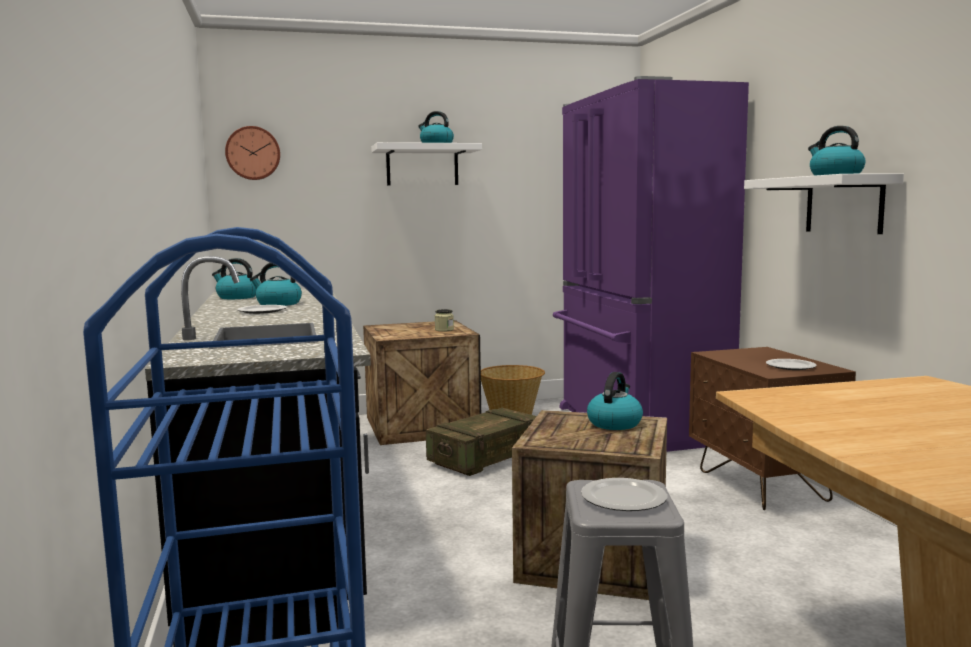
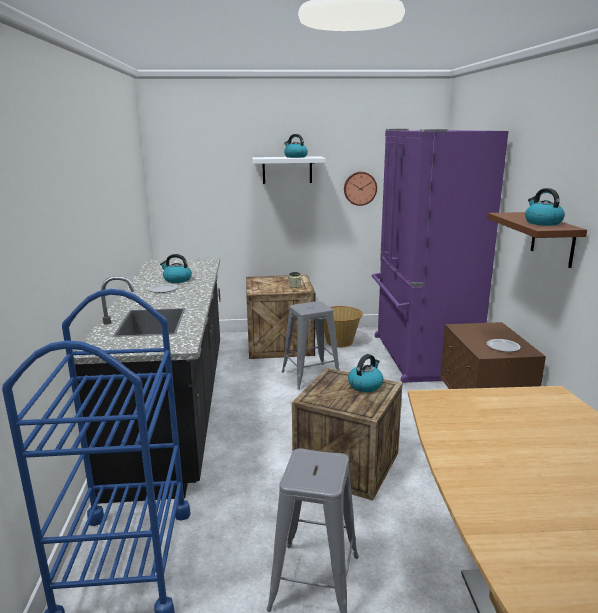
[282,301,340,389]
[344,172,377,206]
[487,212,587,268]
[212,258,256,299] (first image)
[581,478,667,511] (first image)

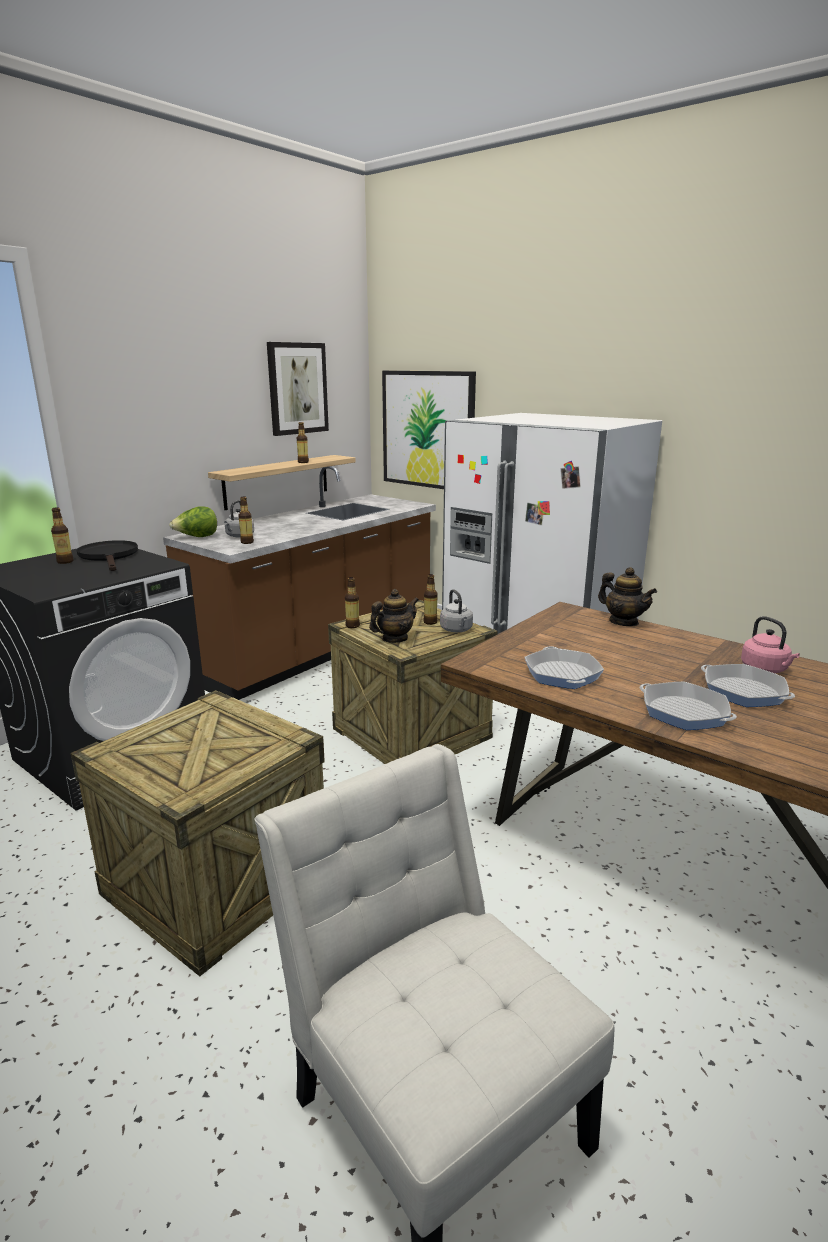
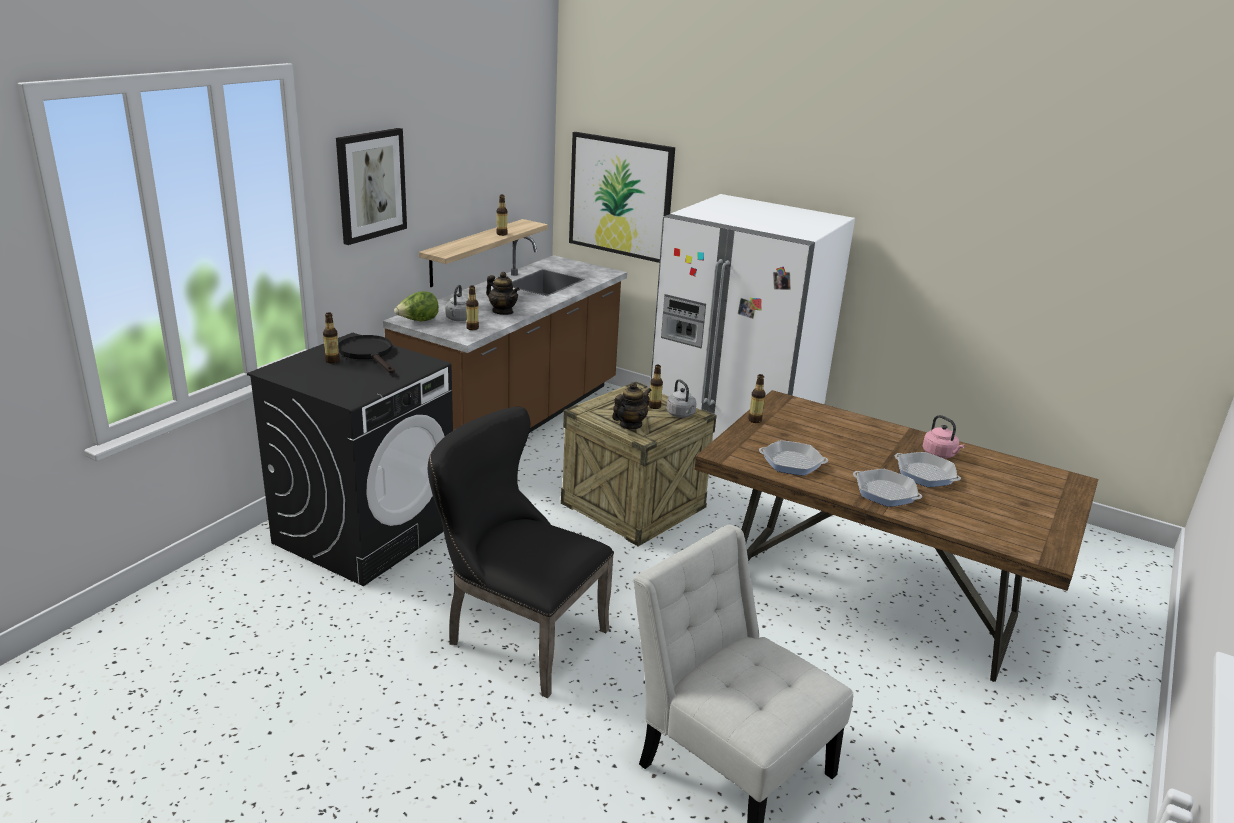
[336,128,407,245]
[428,407,614,698]
[486,272,520,315]
[748,374,765,423]
[759,440,828,476]

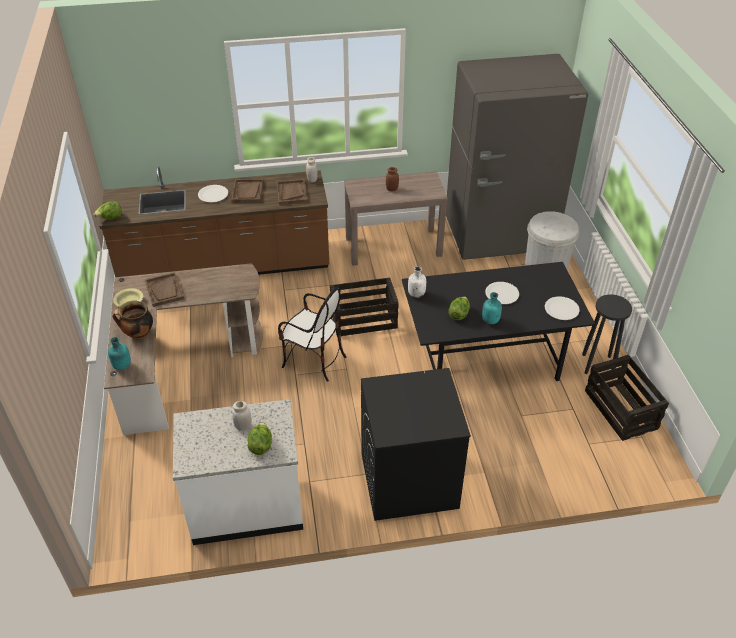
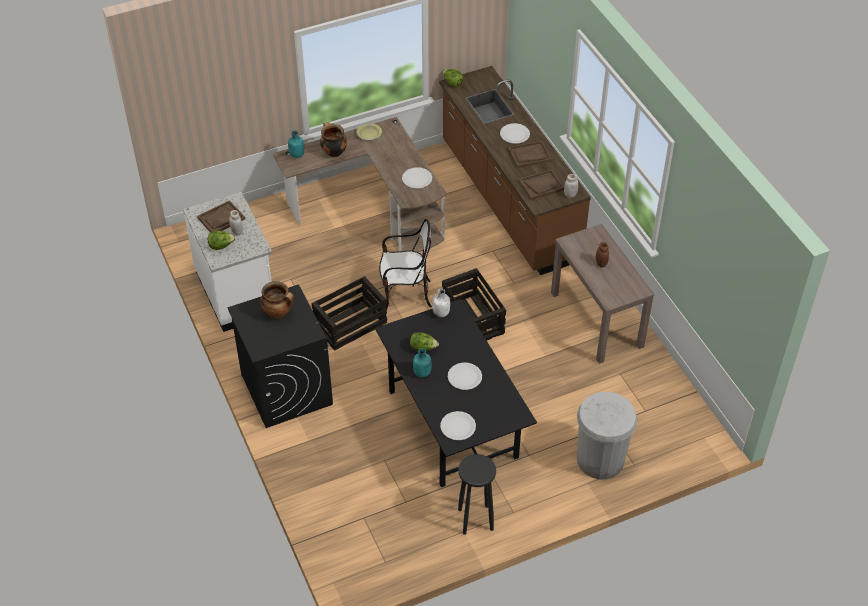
[197,200,245,233]
[260,281,294,318]
[312,276,387,351]
[379,219,432,308]
[402,167,432,189]
[446,54,588,260] (first image)

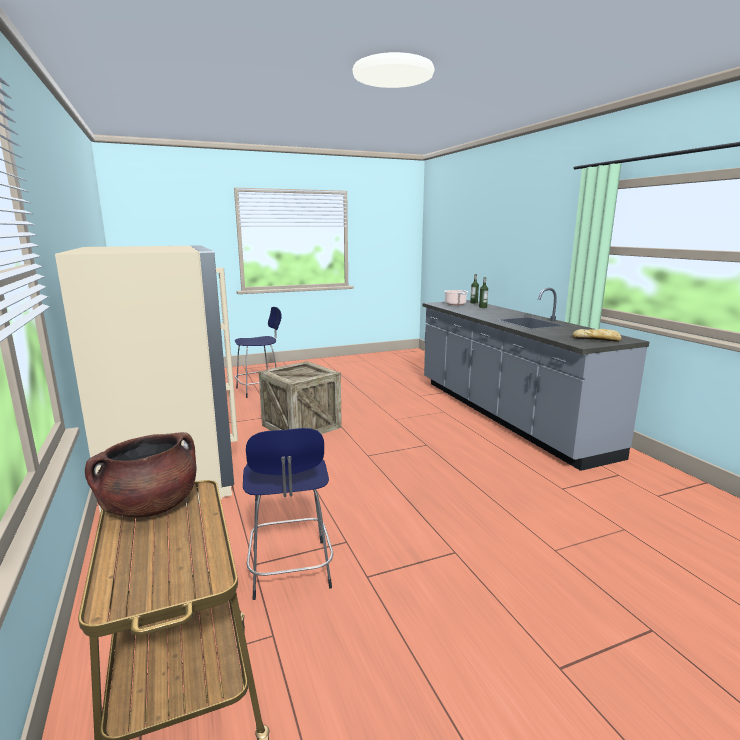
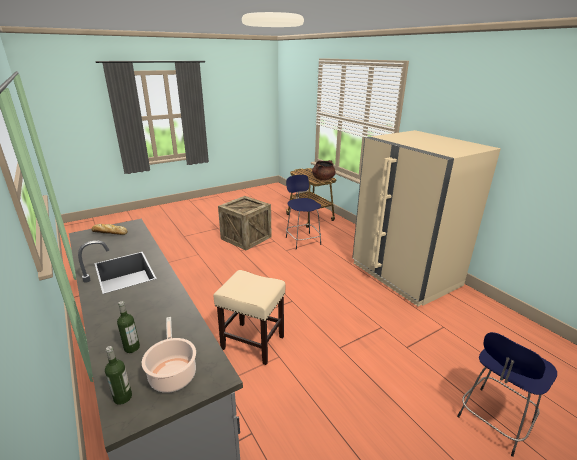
[213,270,285,365]
[218,196,271,251]

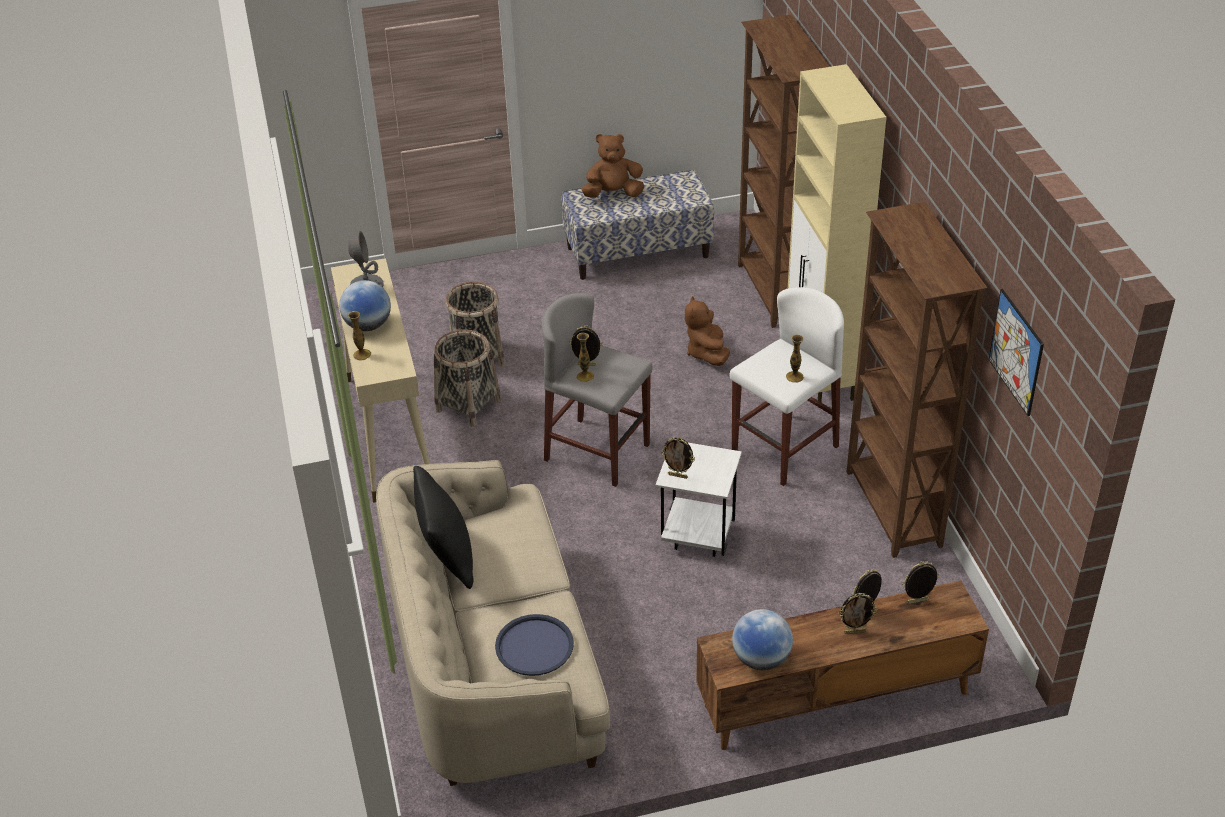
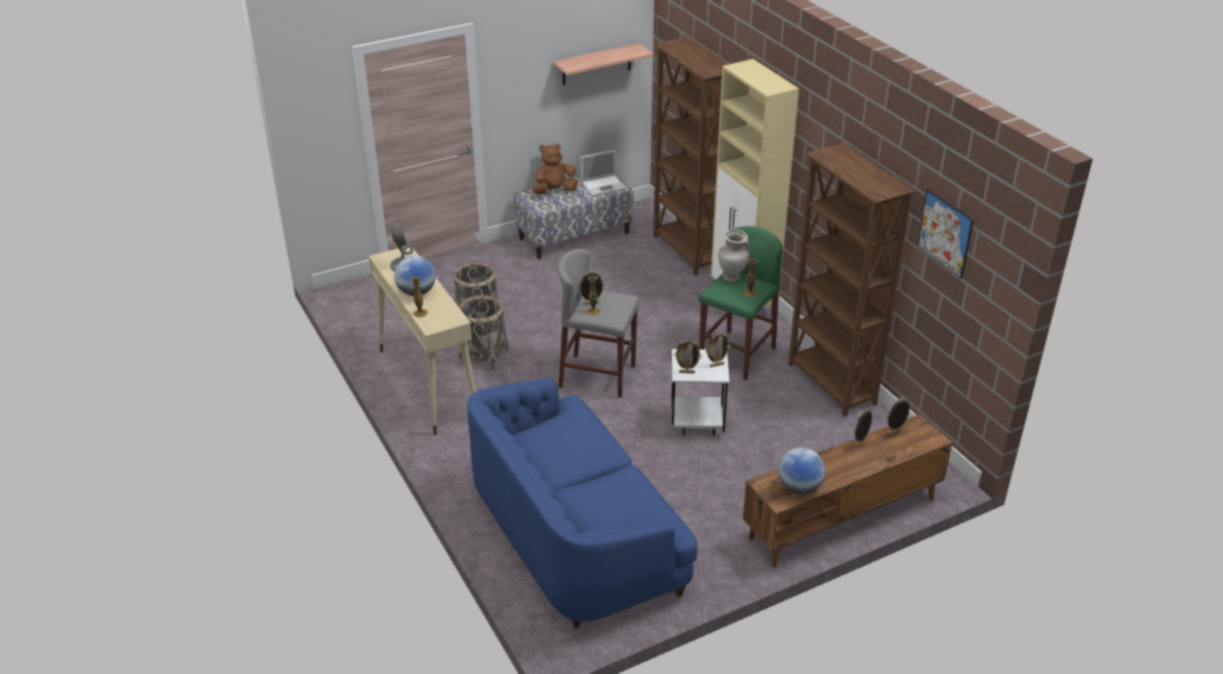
[467,377,698,629]
[553,43,654,85]
[580,150,627,196]
[699,226,783,380]
[706,333,731,367]
[718,229,749,282]
[413,466,474,589] (first image)
[495,614,574,676] (first image)
[685,296,730,366] (first image)

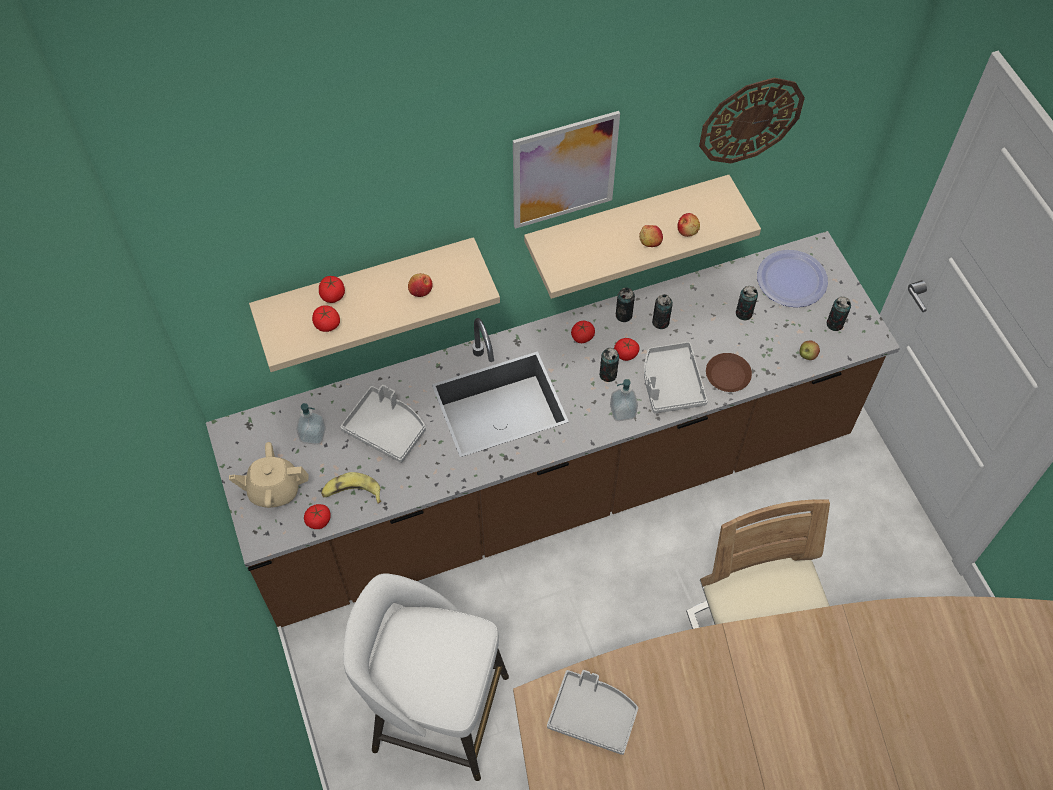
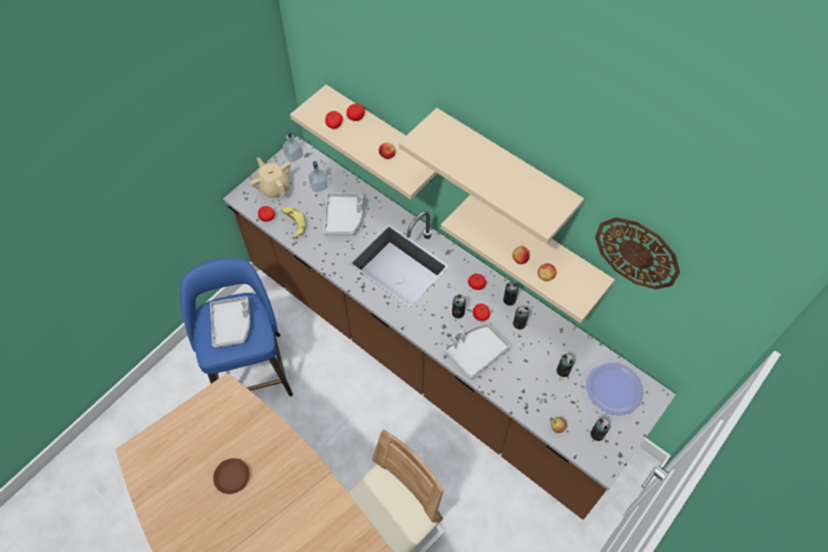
[180,258,293,396]
[210,296,250,348]
[213,458,250,494]
[283,130,303,162]
[399,108,584,244]

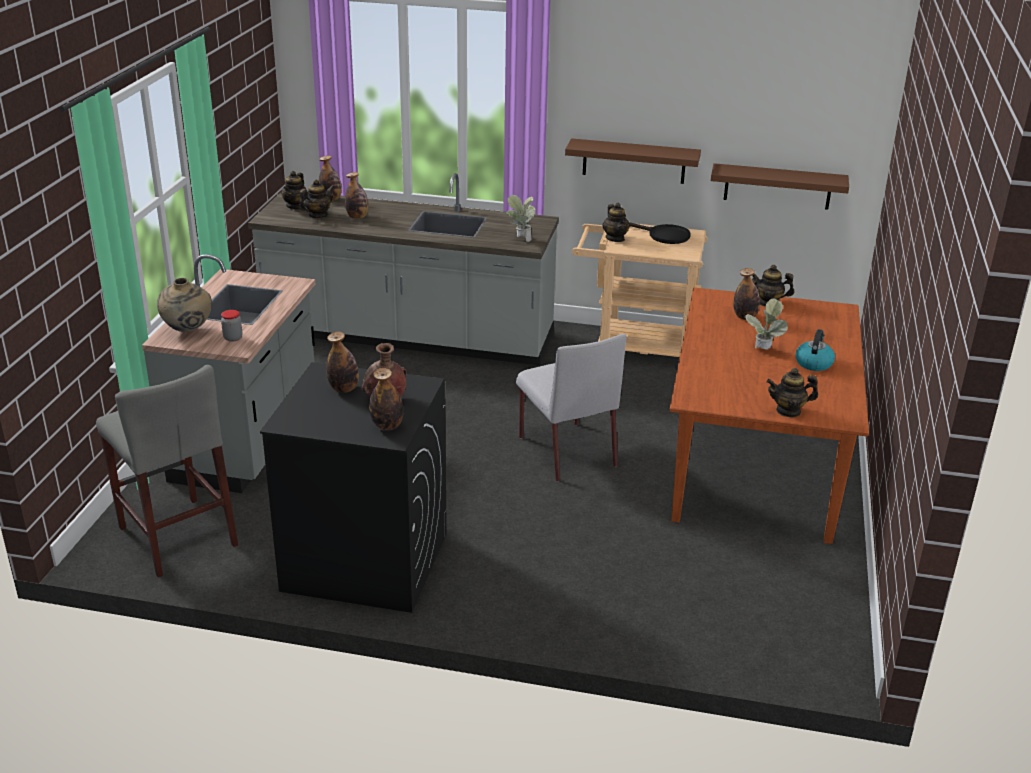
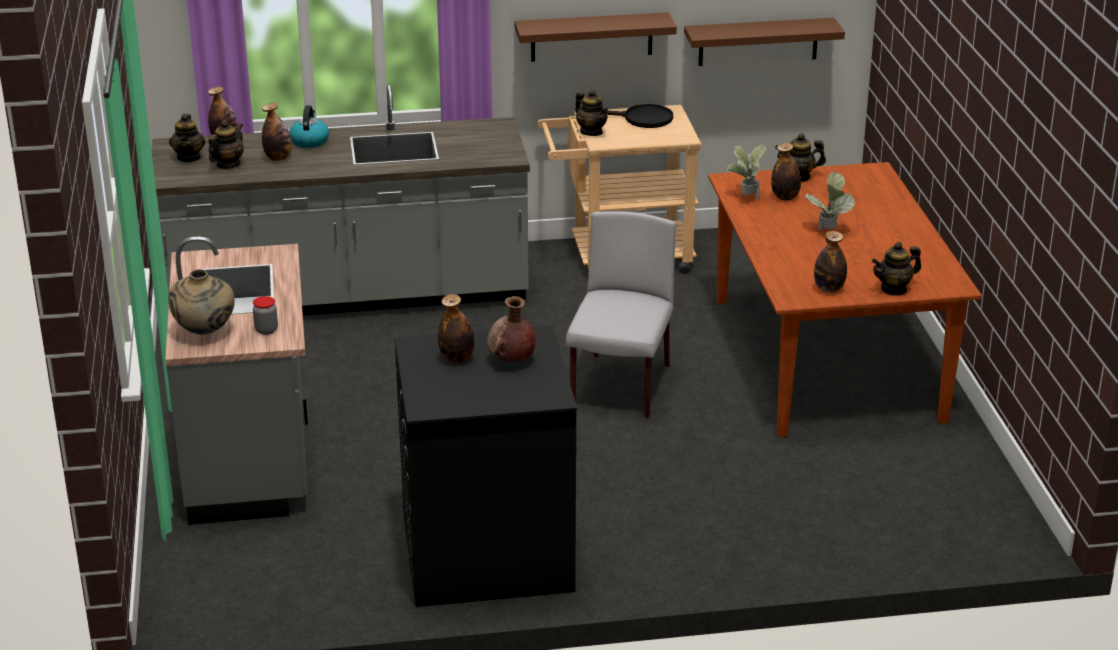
[289,105,329,148]
[566,211,676,418]
[727,145,766,199]
[814,231,847,292]
[96,365,238,577] (first image)

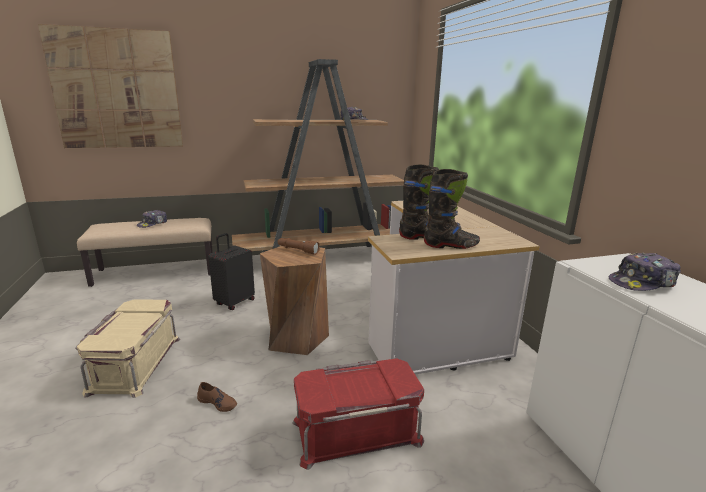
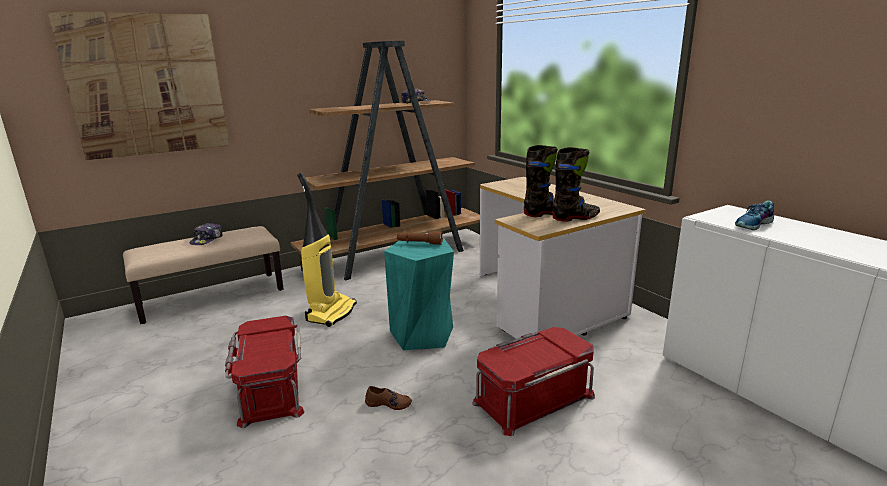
[225,316,305,428]
[297,172,357,327]
[384,238,454,350]
[735,201,774,230]

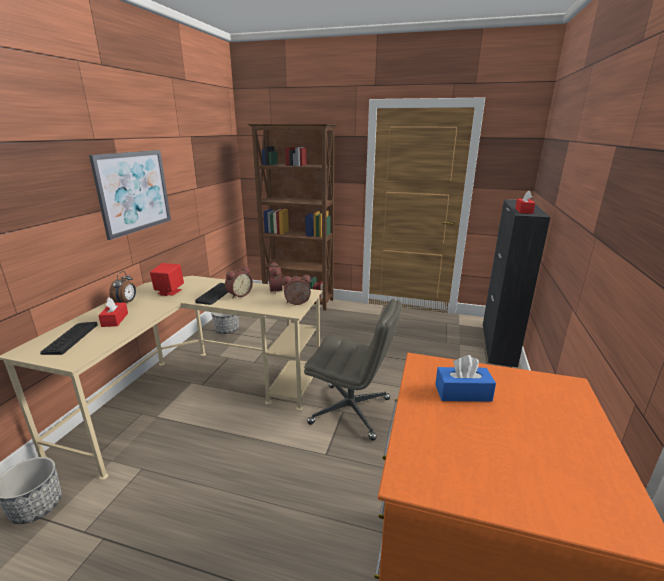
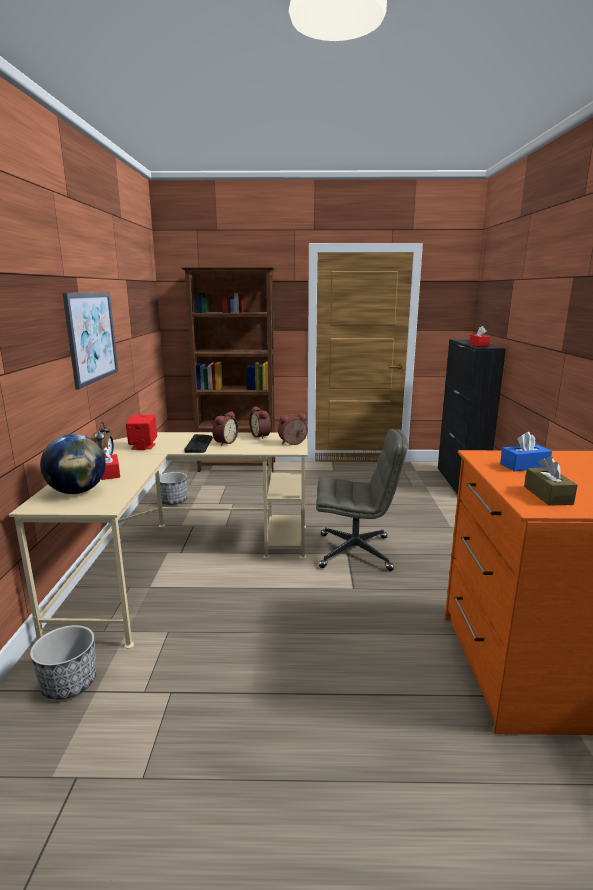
[40,434,106,494]
[524,456,578,506]

